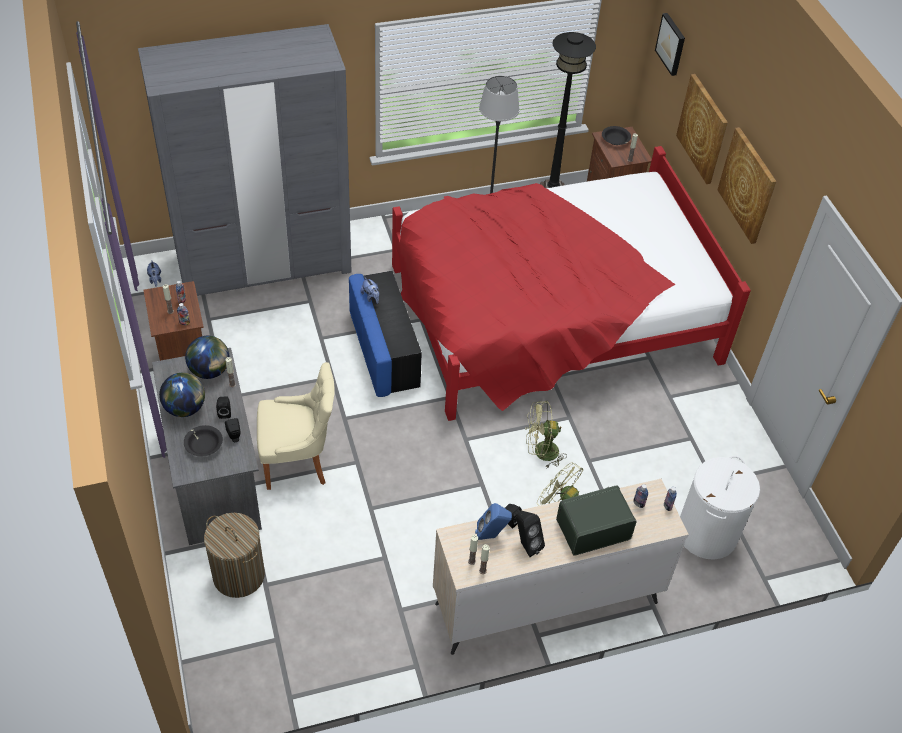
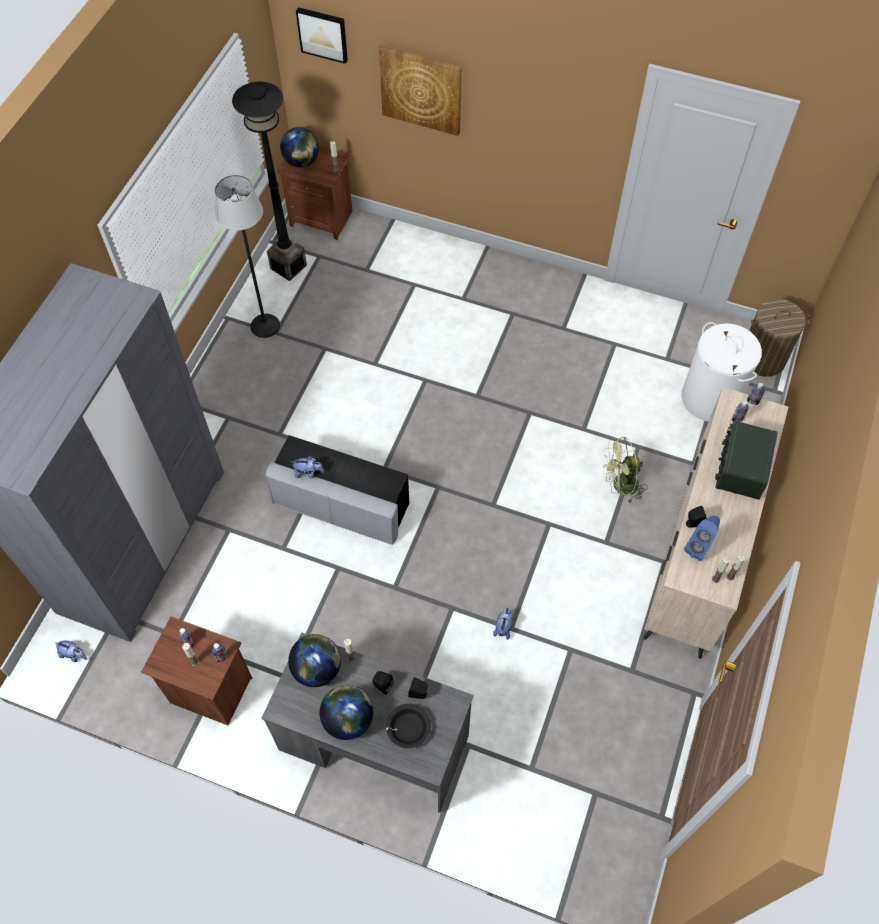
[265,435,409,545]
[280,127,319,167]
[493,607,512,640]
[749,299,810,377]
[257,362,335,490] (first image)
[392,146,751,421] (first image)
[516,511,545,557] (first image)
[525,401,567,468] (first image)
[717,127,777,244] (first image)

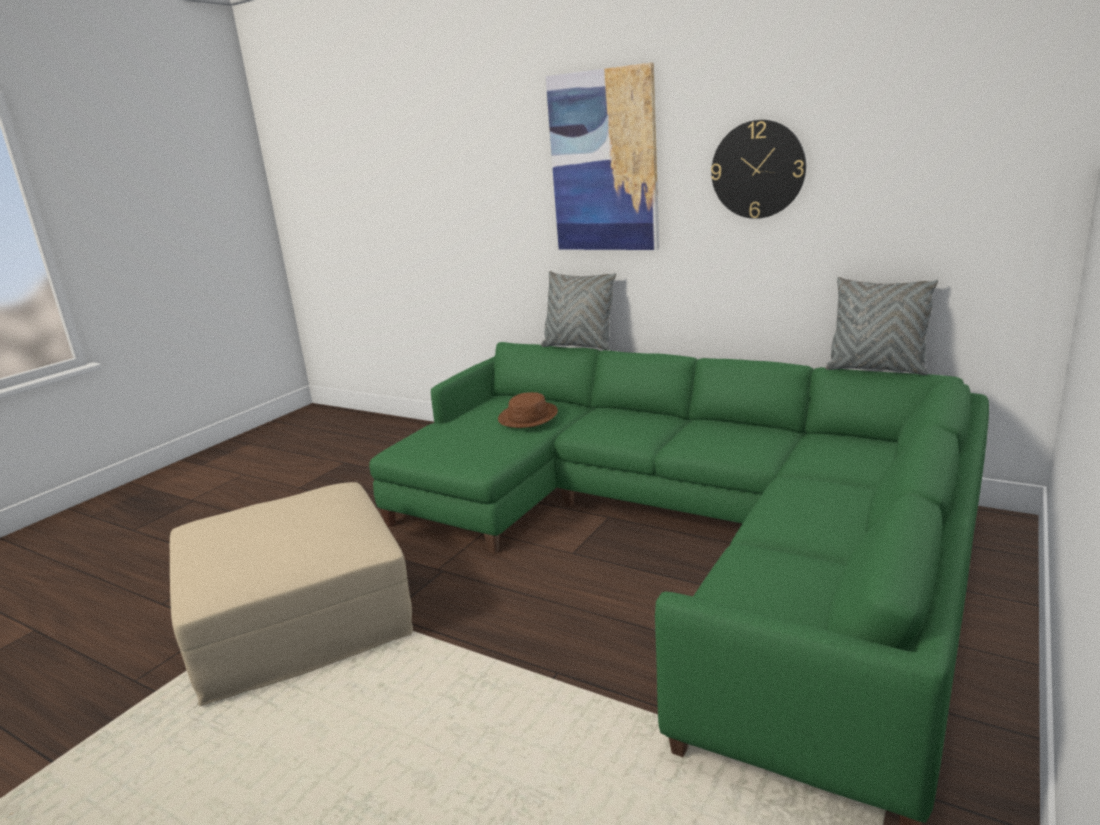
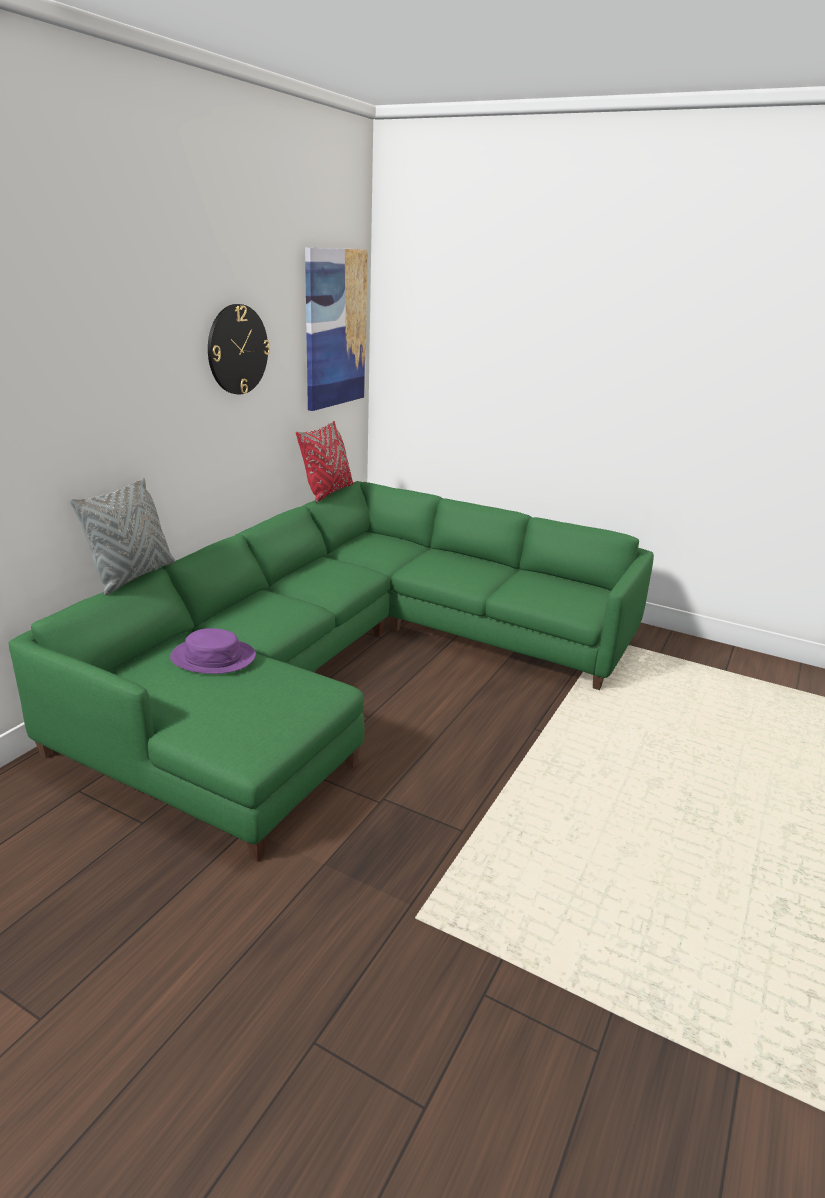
[170,628,256,674]
[296,421,353,503]
[305,248,367,411]
[170,482,413,706] (first image)

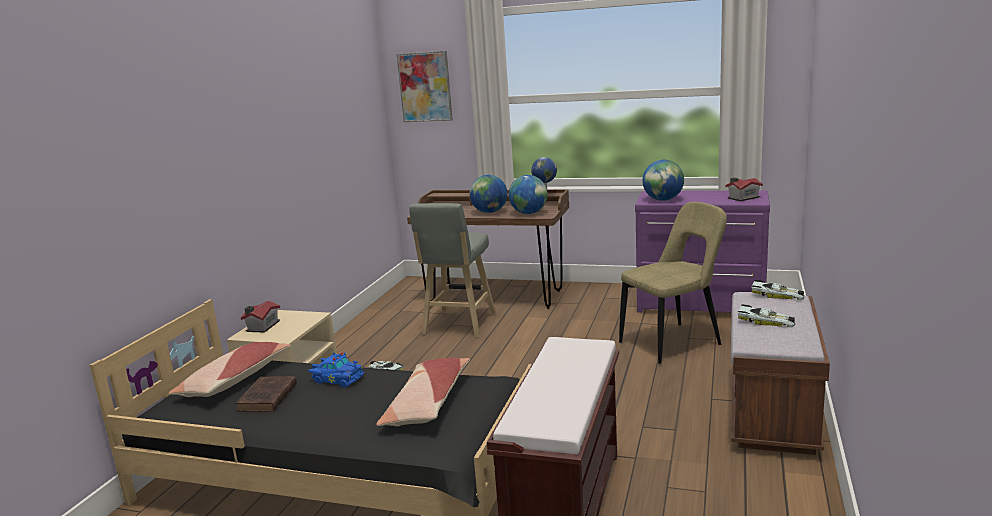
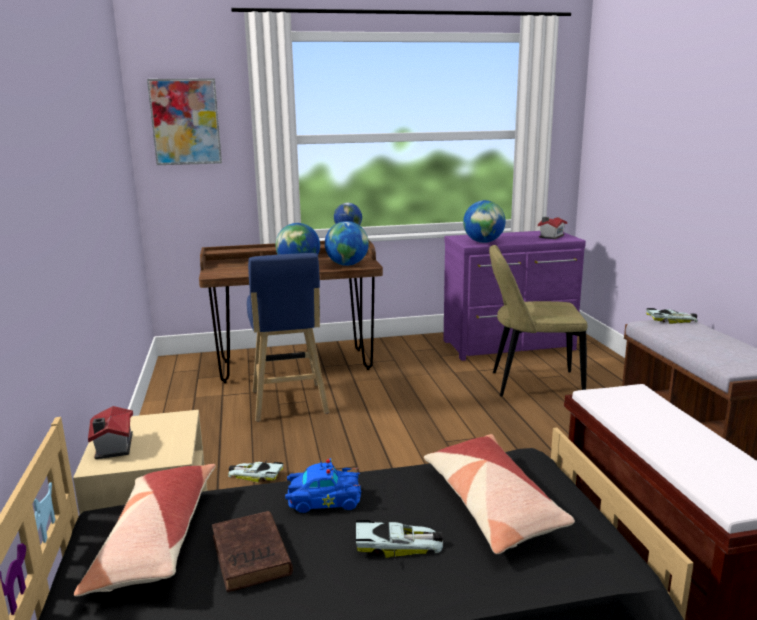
[247,253,329,421]
[356,520,443,562]
[489,245,588,396]

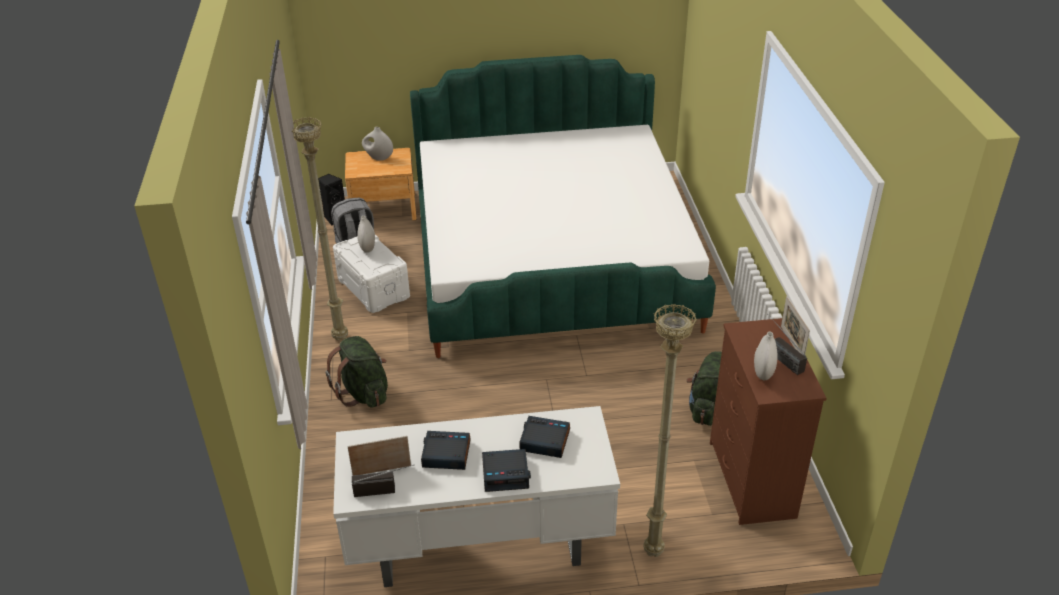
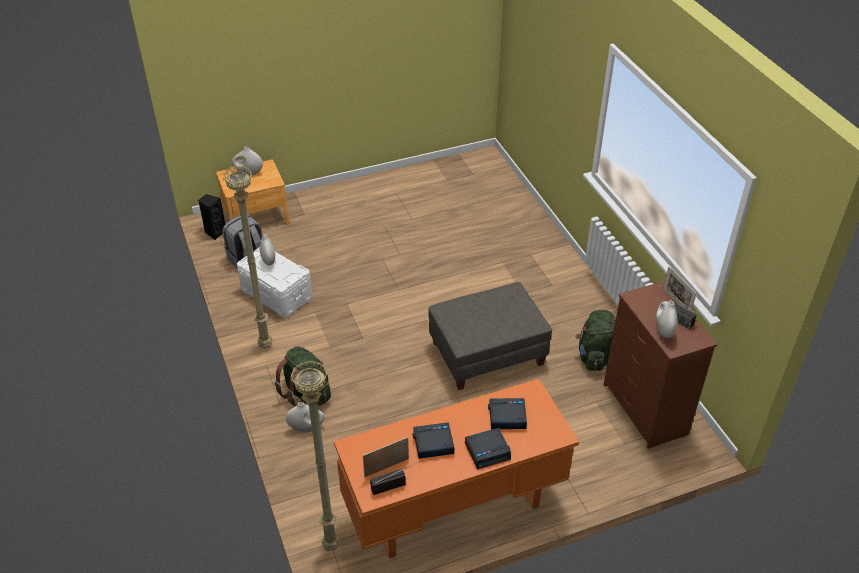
[286,402,325,433]
[291,361,340,551]
[334,379,579,558]
[428,282,552,390]
[410,55,716,358] (first image)

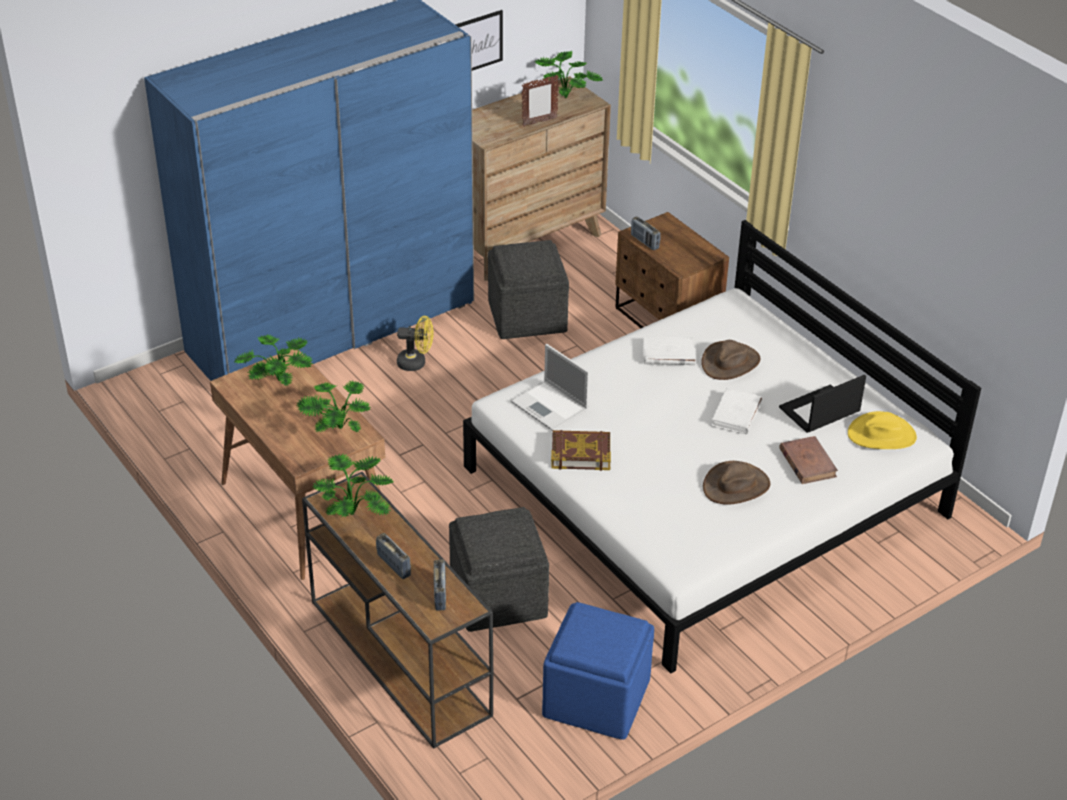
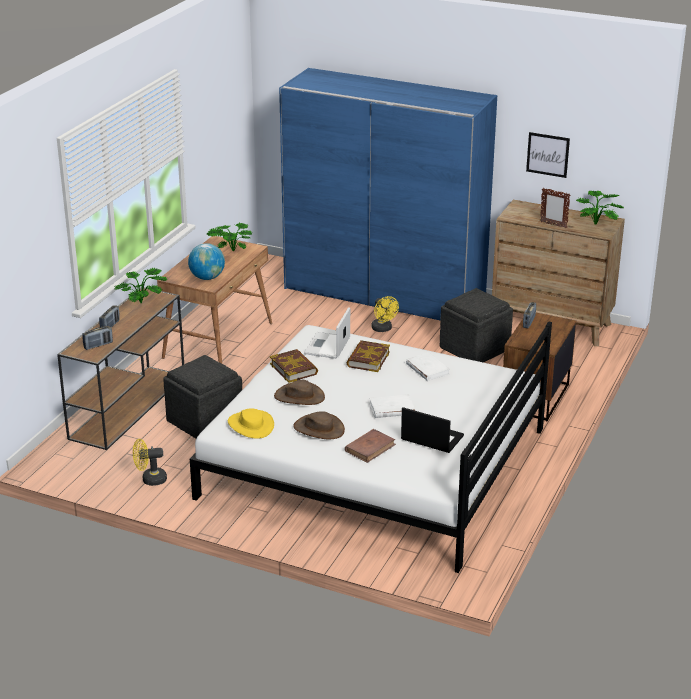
[133,439,167,486]
[188,243,225,280]
[228,408,274,439]
[274,380,325,405]
[347,340,390,372]

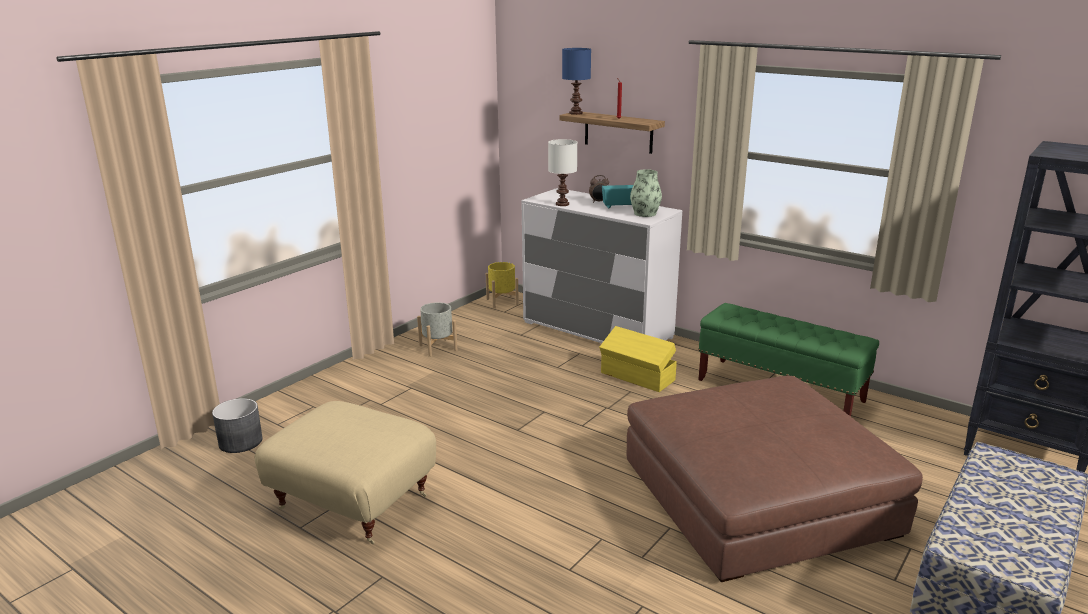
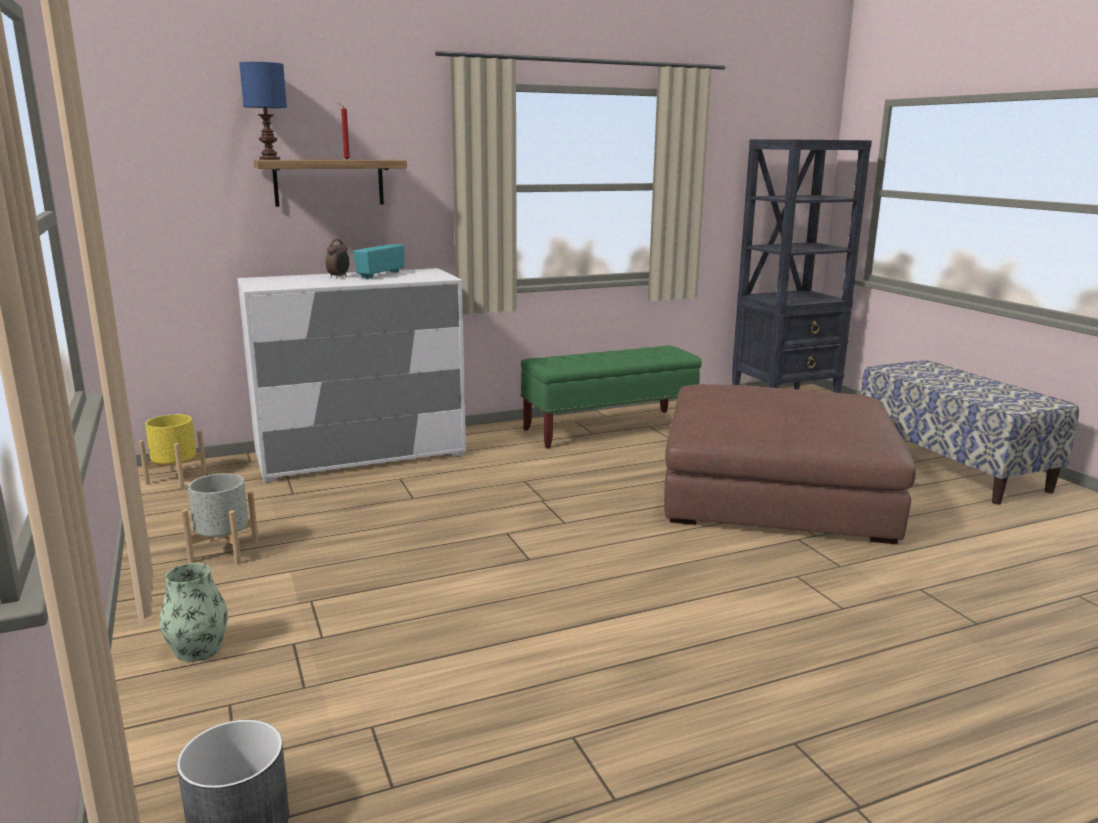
[159,563,228,662]
[255,401,436,544] (first image)
[548,139,577,206] (first image)
[599,326,677,392] (first image)

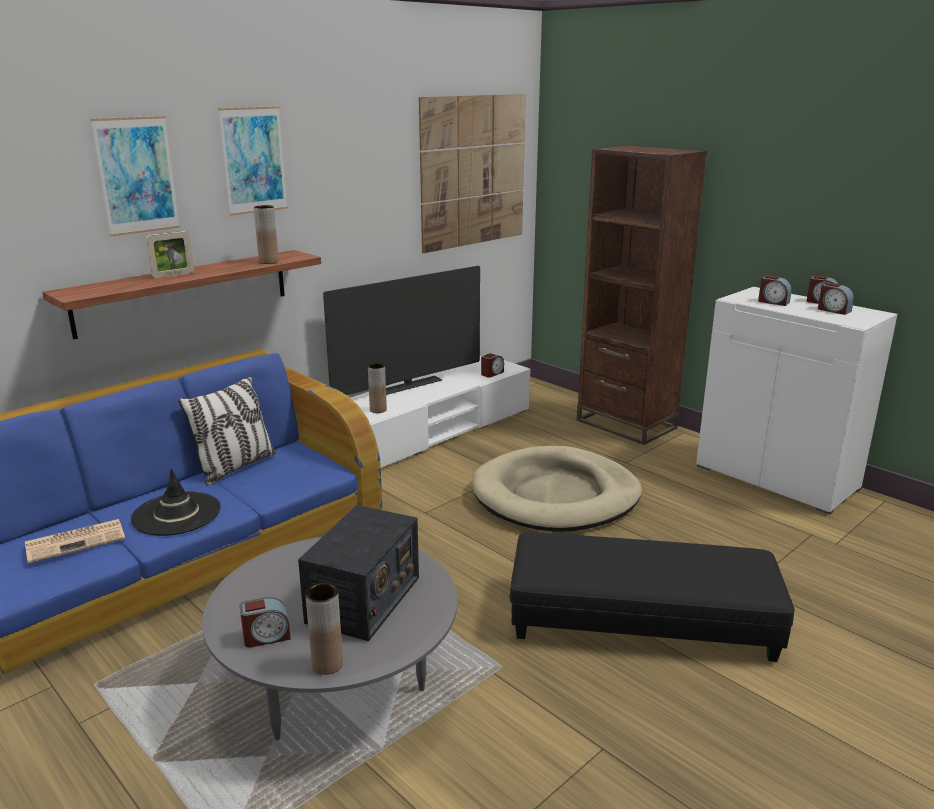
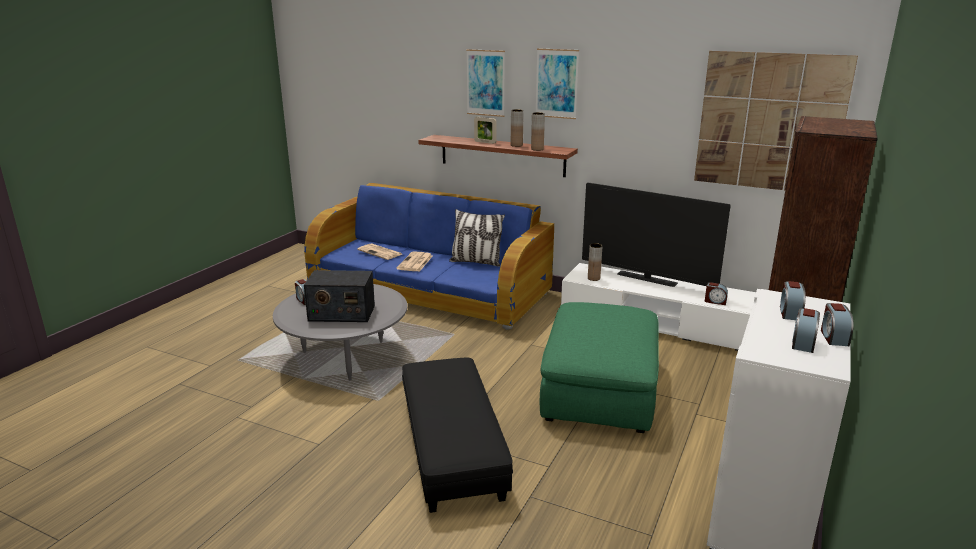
[396,251,433,272]
[511,109,524,147]
[540,302,659,433]

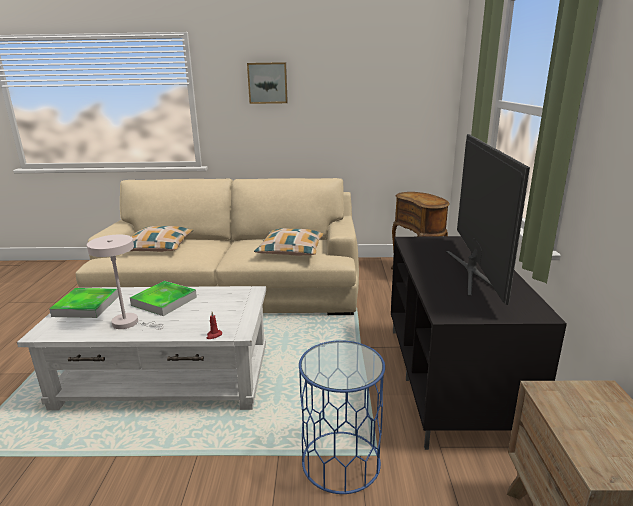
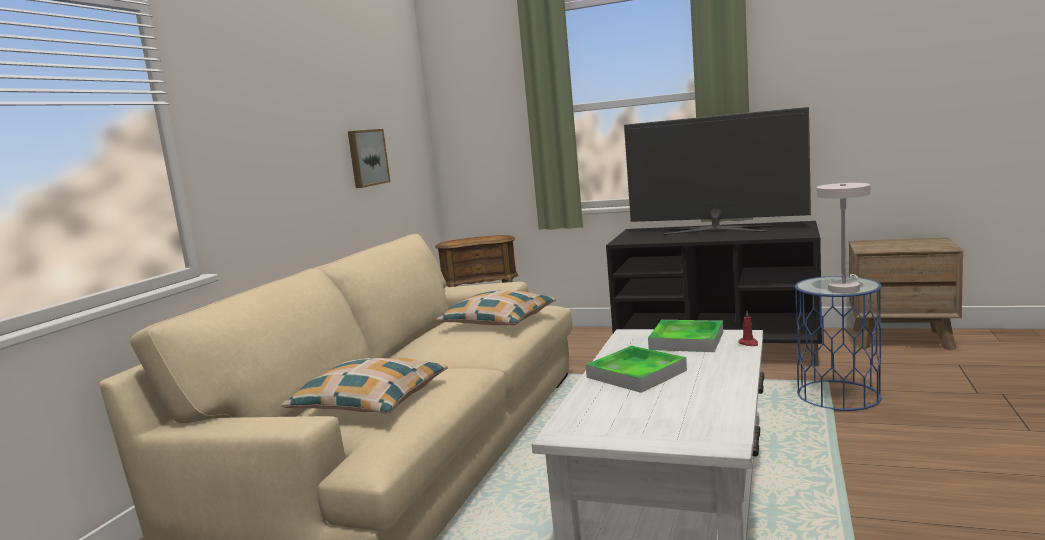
[348,129,390,188]
[648,320,723,352]
[816,183,870,293]

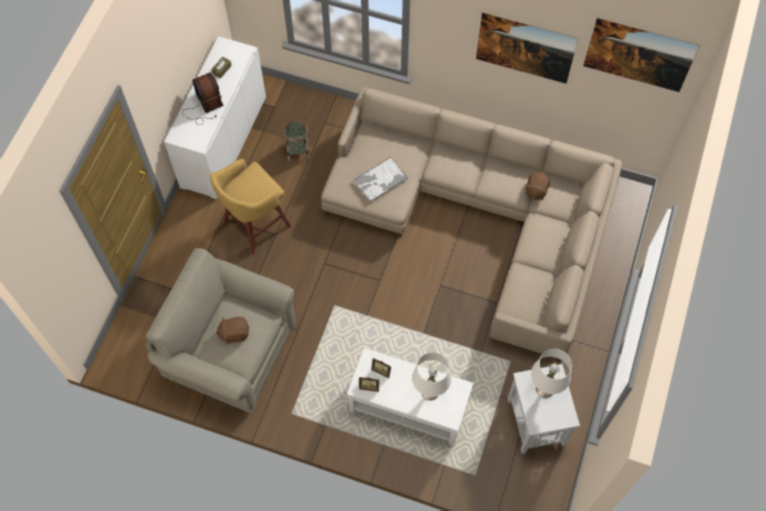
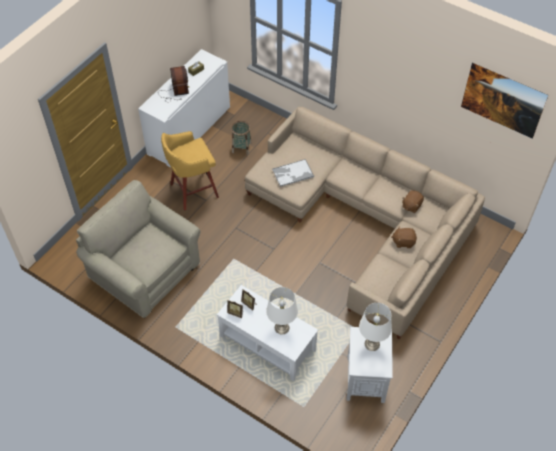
[391,226,417,248]
[476,13,578,84] (first image)

